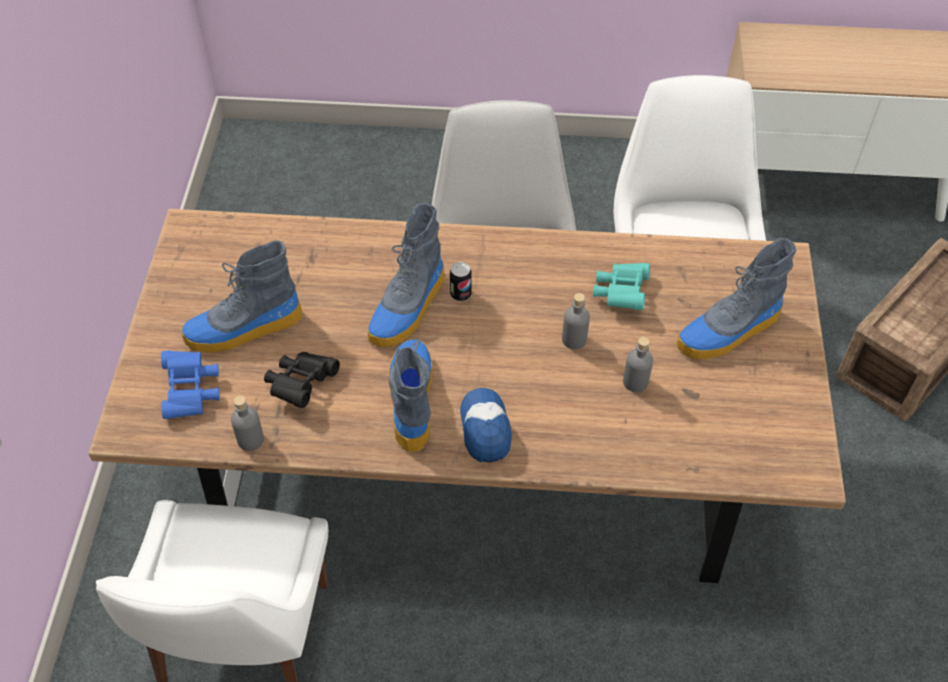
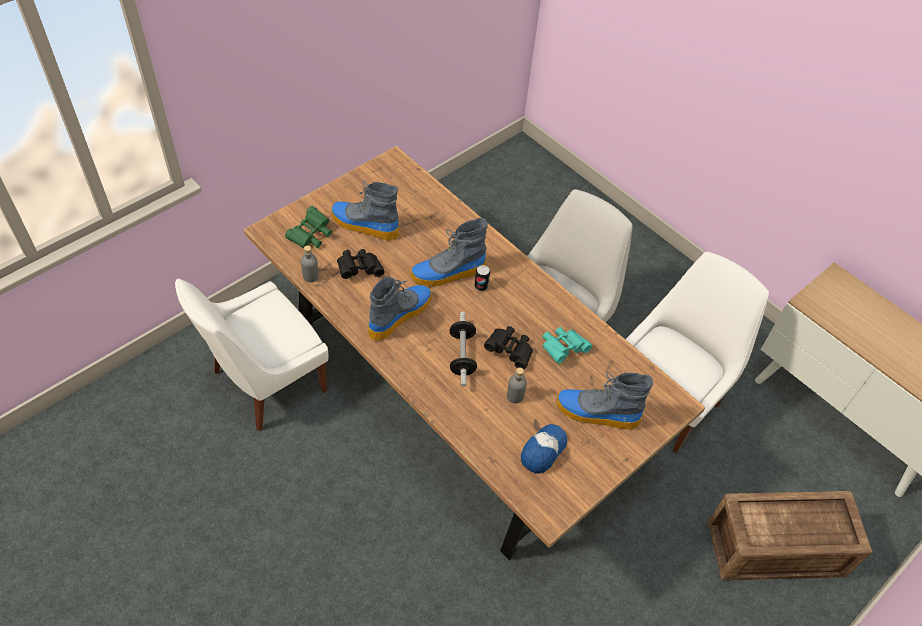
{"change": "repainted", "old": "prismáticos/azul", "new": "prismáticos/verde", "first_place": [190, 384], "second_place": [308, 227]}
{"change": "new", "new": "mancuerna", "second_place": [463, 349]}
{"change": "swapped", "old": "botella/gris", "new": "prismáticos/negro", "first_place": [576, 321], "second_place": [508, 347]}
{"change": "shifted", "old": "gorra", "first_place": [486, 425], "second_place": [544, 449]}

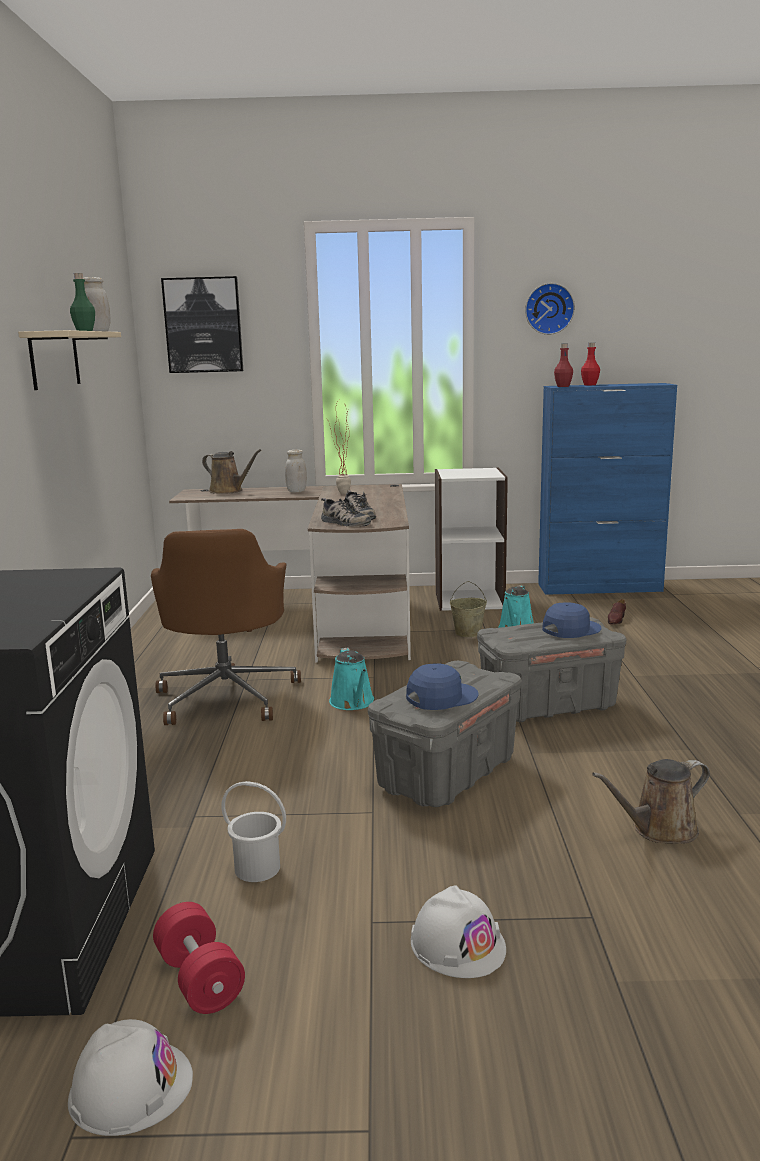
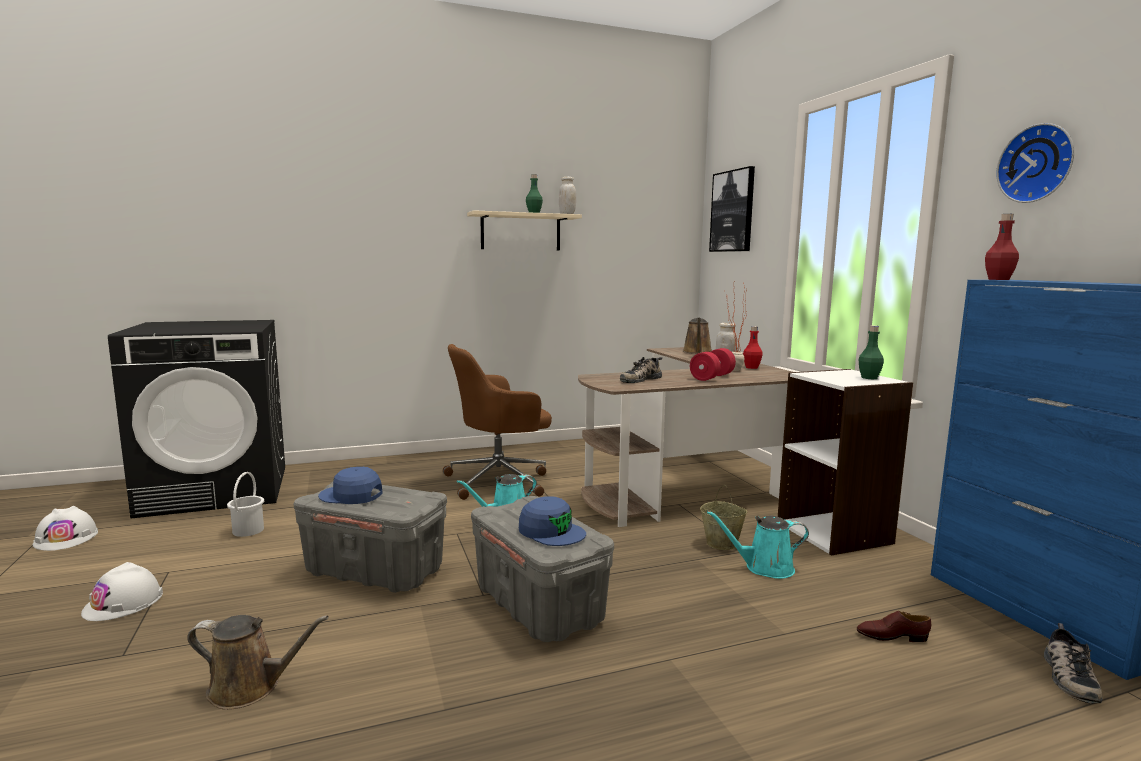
{"change": "rotated", "old": "regadera/marrón", "first_place": [651, 801], "second_place": [258, 662], "degrees": 135}
{"change": "rotated", "old": "gorra/azul", "first_place": [442, 687], "second_place": [350, 485], "degrees": 150}
{"change": "shifted", "old": "mancuerna/rojo", "first_place": [199, 958], "second_place": [713, 364]}
{"change": "shifted", "old": "botella/rojo", "first_place": [590, 364], "second_place": [753, 347]}
{"change": "new", "new": "botella/verde", "second_place": [871, 352]}
{"change": "shifted", "old": "zapato", "first_place": [346, 512], "second_place": [1073, 663]}

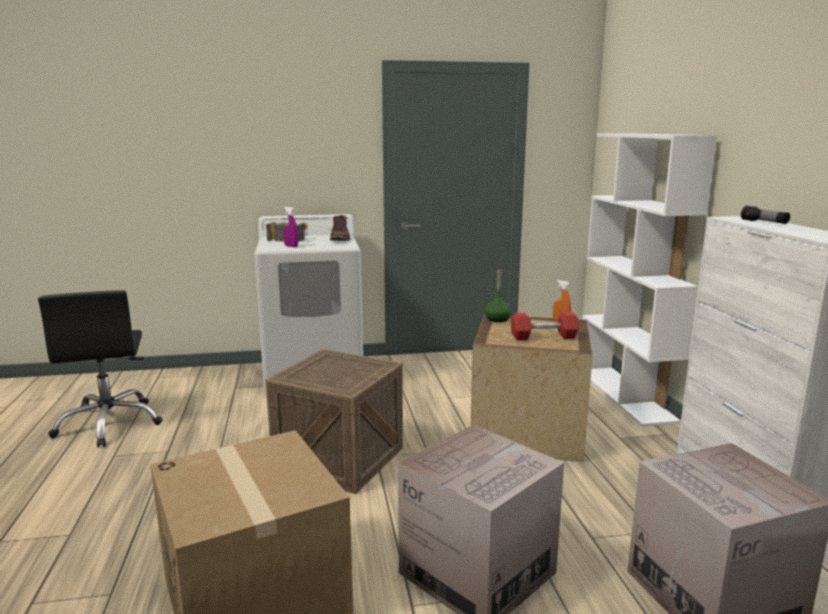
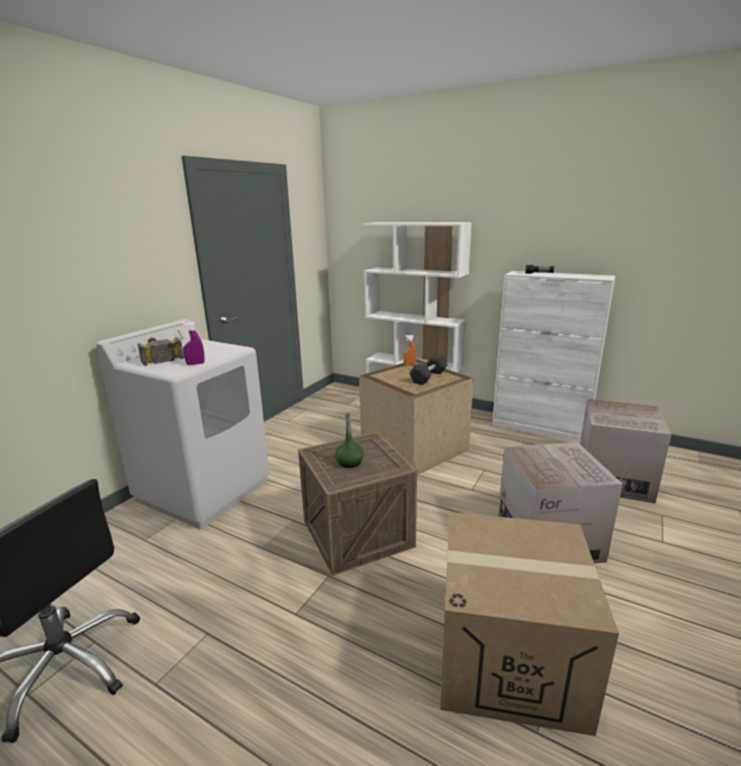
{"change": "shifted", "old": "botella/verde", "first_place": [498, 296], "second_place": [349, 440]}
{"change": "repainted", "old": "mancuerna/rojo", "new": "mancuerna/gris", "first_place": [545, 325], "second_place": [428, 369]}
{"change": "gone", "old": "bota/marrón", "first_place": [340, 228]}

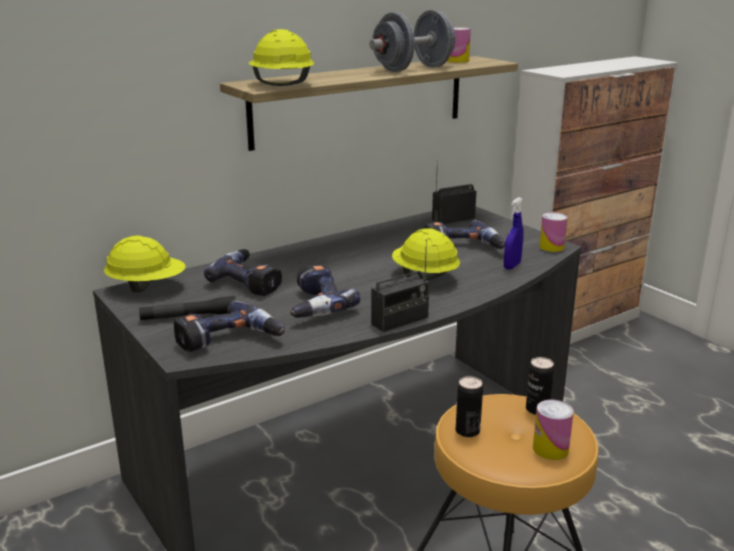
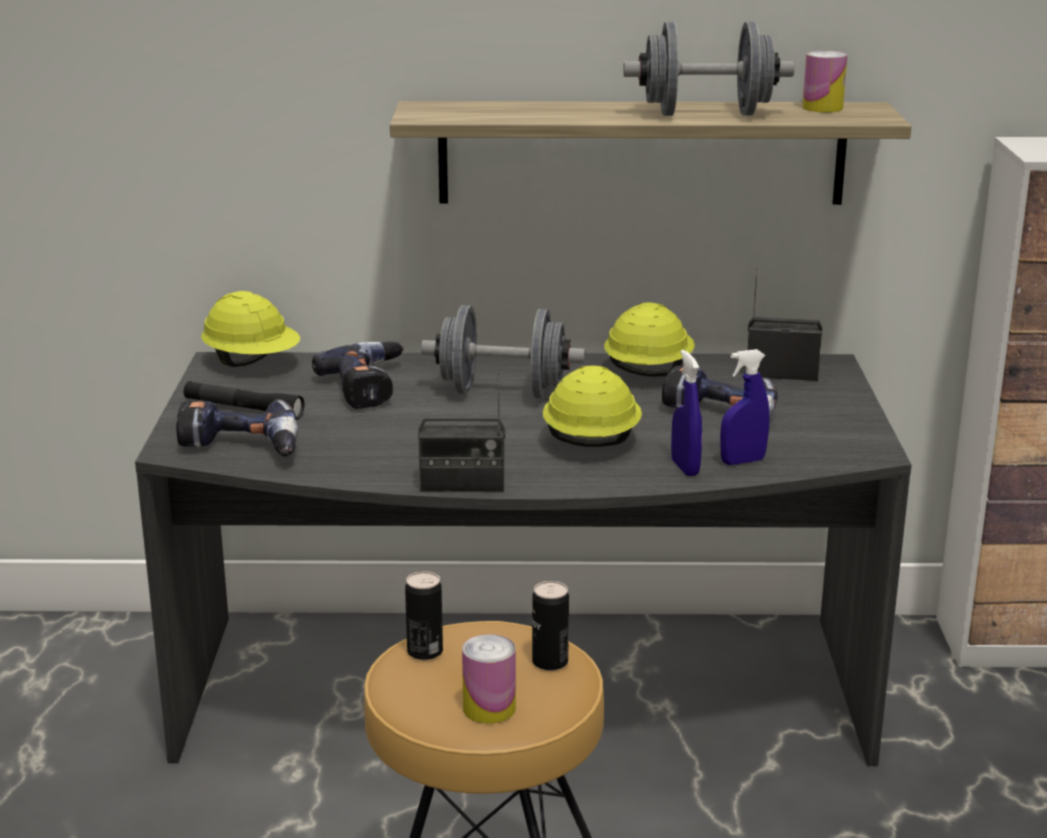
{"change": "new", "new": "mancuerna/gris", "second_place": [503, 351]}
{"change": "shifted", "old": "casco/amarillo", "first_place": [281, 57], "second_place": [649, 339]}
{"change": "new", "new": "pulverizador/azul", "second_place": [686, 413]}
{"change": "gone", "old": "taladro", "first_place": [325, 291]}
{"change": "gone", "old": "lata", "first_place": [553, 232]}

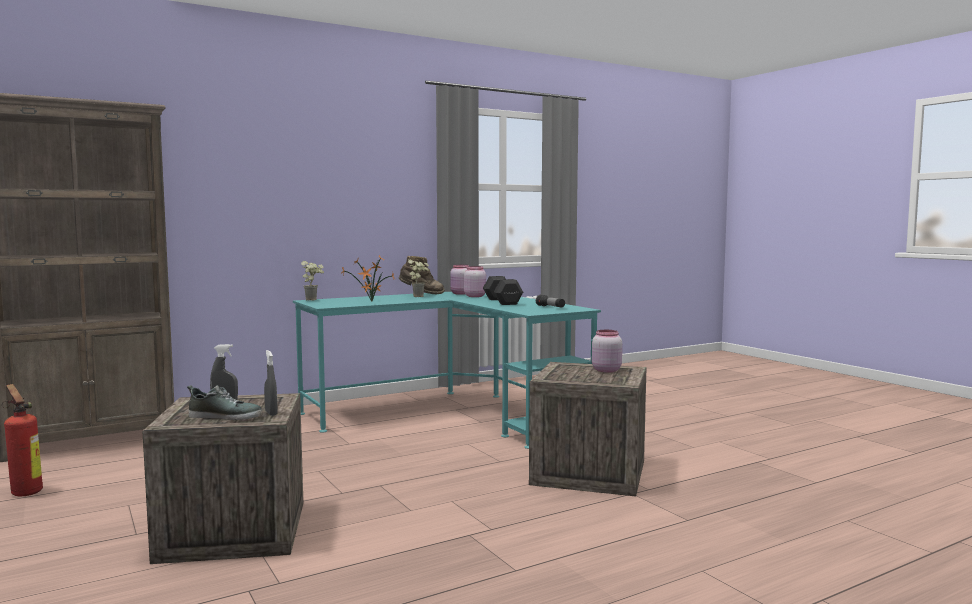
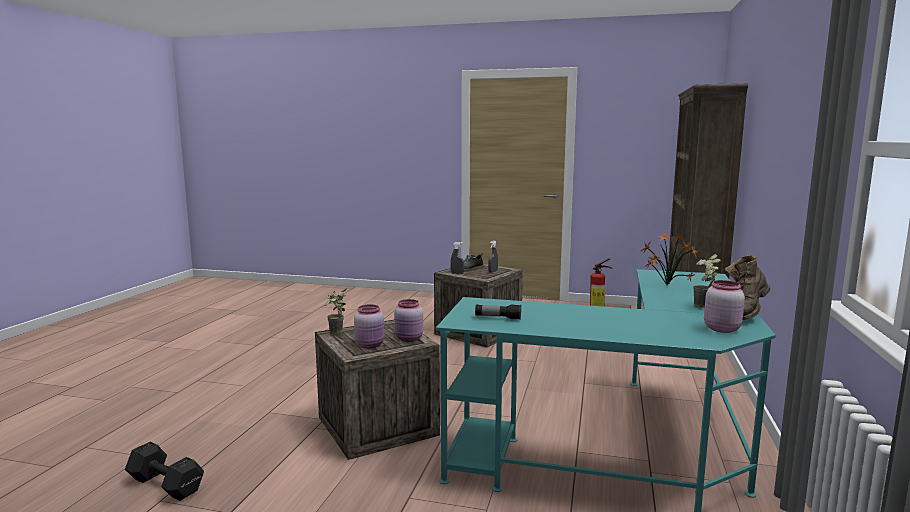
{"change": "shifted", "old": "mancuerna/negro", "first_place": [503, 290], "second_place": [164, 471]}
{"change": "shifted", "old": "planta en maceta", "first_place": [312, 281], "second_place": [336, 311]}
{"change": "shifted", "old": "tarro/rosa", "first_place": [475, 281], "second_place": [408, 320]}

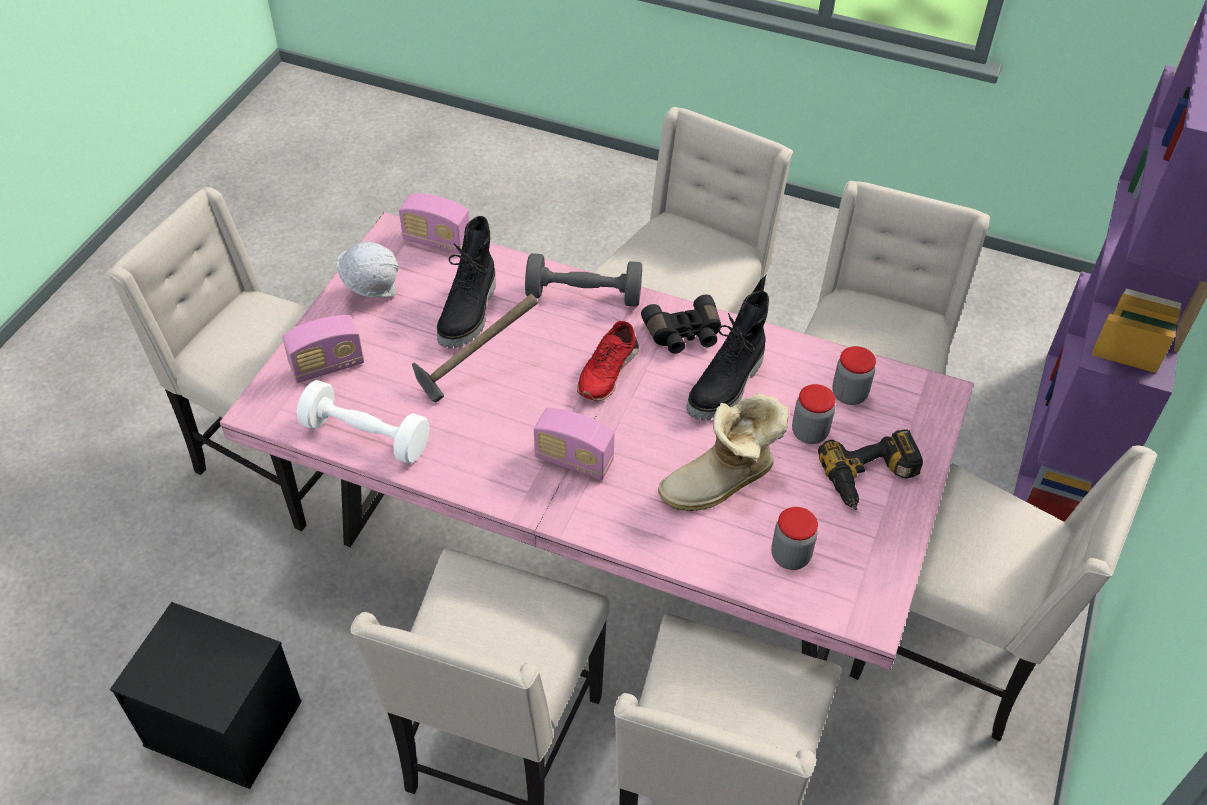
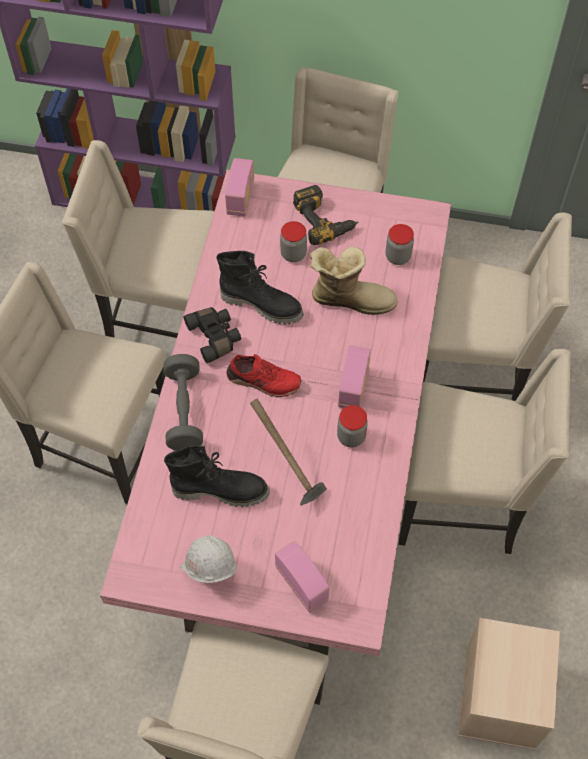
{"change": "shifted", "old": "radio", "first_place": [434, 223], "second_place": [239, 187]}
{"change": "rotated", "old": "bota", "first_place": [723, 452], "second_place": [353, 281], "degrees": -45}
{"change": "shifted", "old": "tarro", "first_place": [854, 375], "second_place": [352, 426]}
{"change": "repainted", "old": "caja de almacenaje/negro", "new": "caja de almacenaje/beis", "first_place": [206, 695], "second_place": [509, 684]}
{"change": "gone", "old": "mancuerna/blanco", "first_place": [363, 422]}

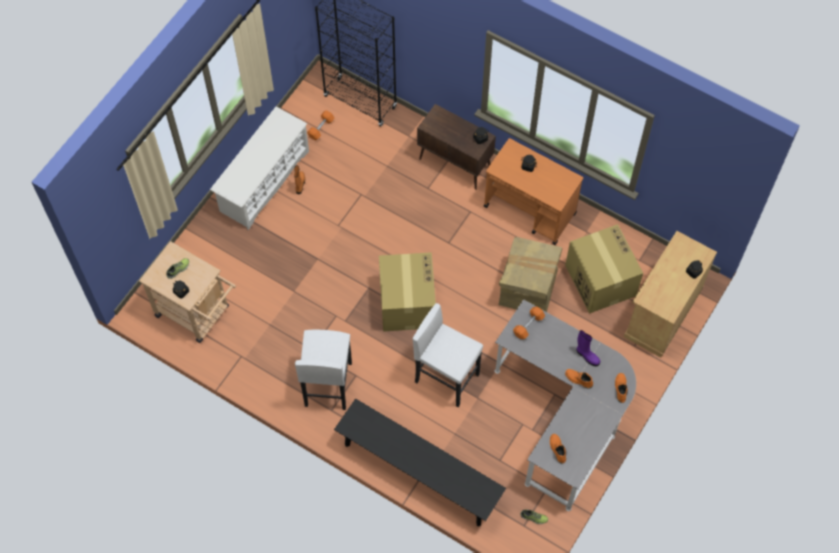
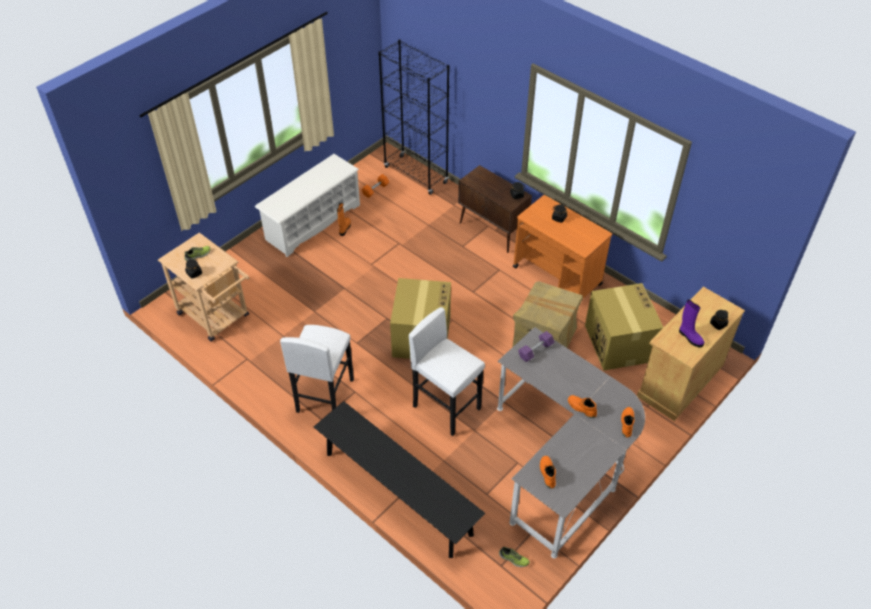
{"change": "repainted", "old": "mancuerna/naranja", "new": "mancuerna/morado", "first_place": [529, 323], "second_place": [536, 346]}
{"change": "shifted", "old": "bota/morado", "first_place": [588, 348], "second_place": [692, 324]}

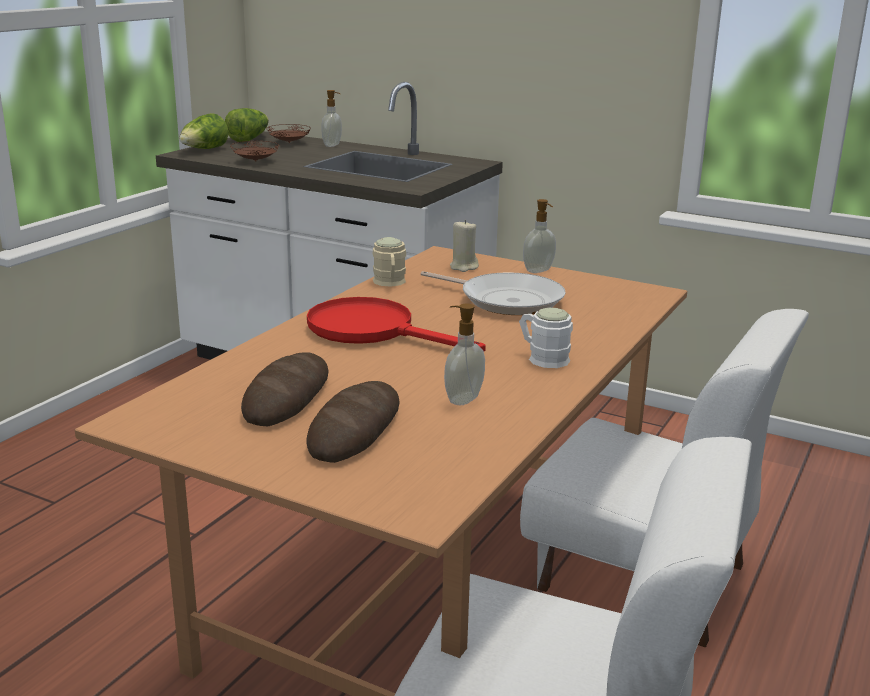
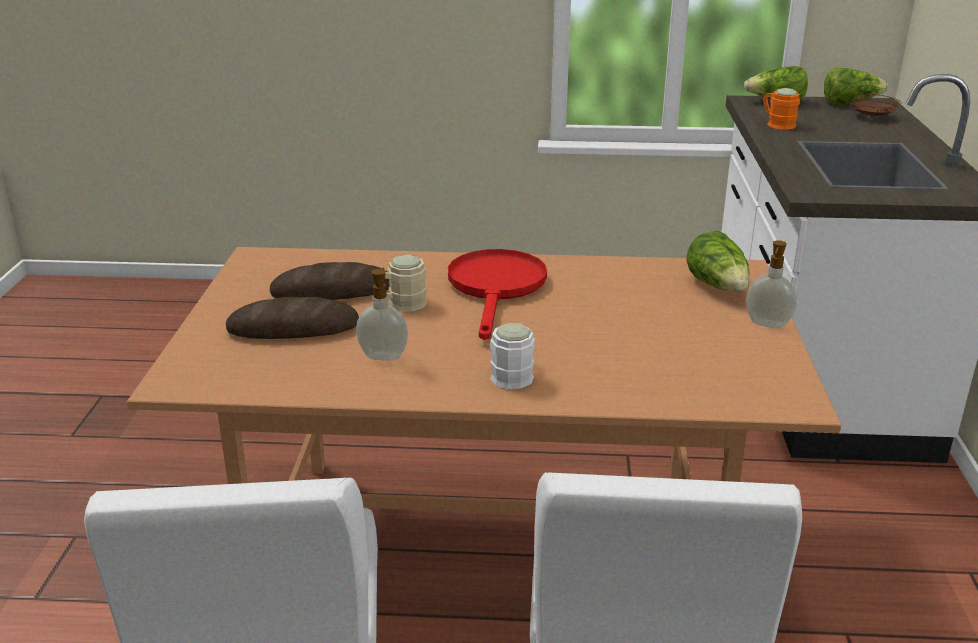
{"change": "shifted", "old": "taza grande/beis", "first_place": [389, 262], "second_place": [406, 282]}
{"change": "swapped", "old": "vela/beis", "new": "lechuga", "first_place": [464, 246], "second_place": [718, 261]}
{"change": "swapped", "old": "plato/marrón", "new": "taza grande/naranja", "first_place": [254, 151], "second_place": [781, 109]}
{"change": "gone", "old": "dispensador de jabón", "first_place": [331, 118]}
{"change": "gone", "old": "sartén", "first_place": [493, 293]}

